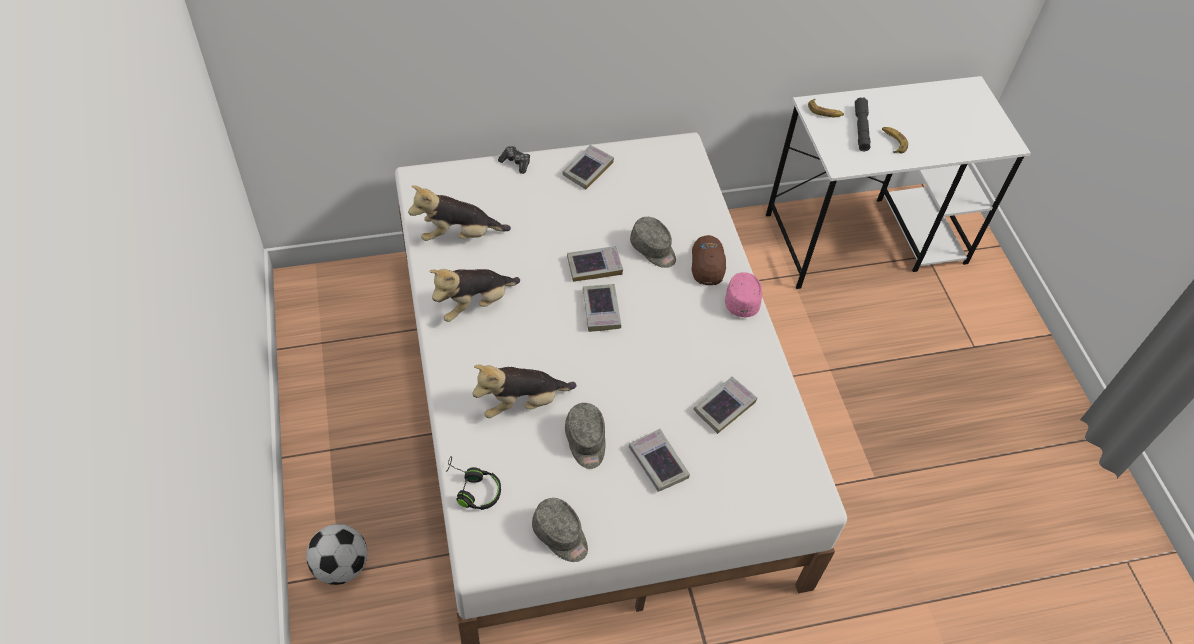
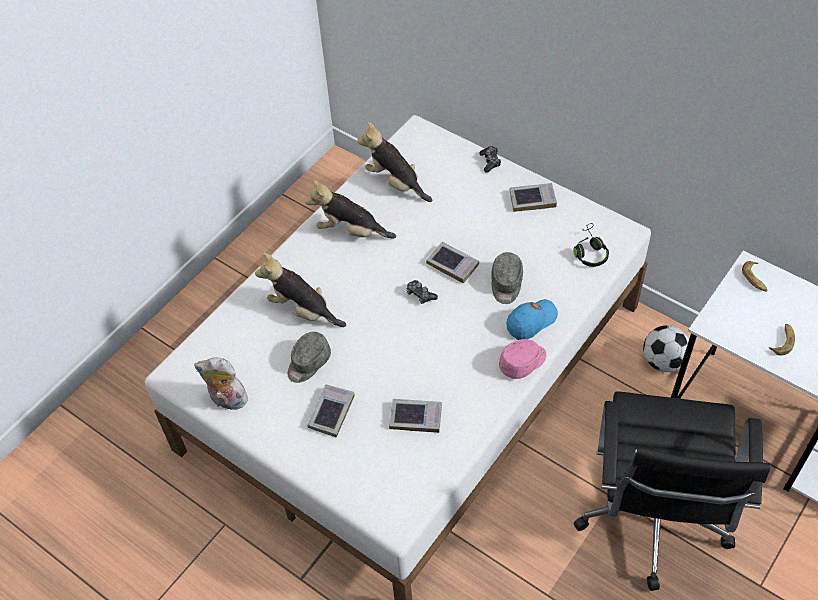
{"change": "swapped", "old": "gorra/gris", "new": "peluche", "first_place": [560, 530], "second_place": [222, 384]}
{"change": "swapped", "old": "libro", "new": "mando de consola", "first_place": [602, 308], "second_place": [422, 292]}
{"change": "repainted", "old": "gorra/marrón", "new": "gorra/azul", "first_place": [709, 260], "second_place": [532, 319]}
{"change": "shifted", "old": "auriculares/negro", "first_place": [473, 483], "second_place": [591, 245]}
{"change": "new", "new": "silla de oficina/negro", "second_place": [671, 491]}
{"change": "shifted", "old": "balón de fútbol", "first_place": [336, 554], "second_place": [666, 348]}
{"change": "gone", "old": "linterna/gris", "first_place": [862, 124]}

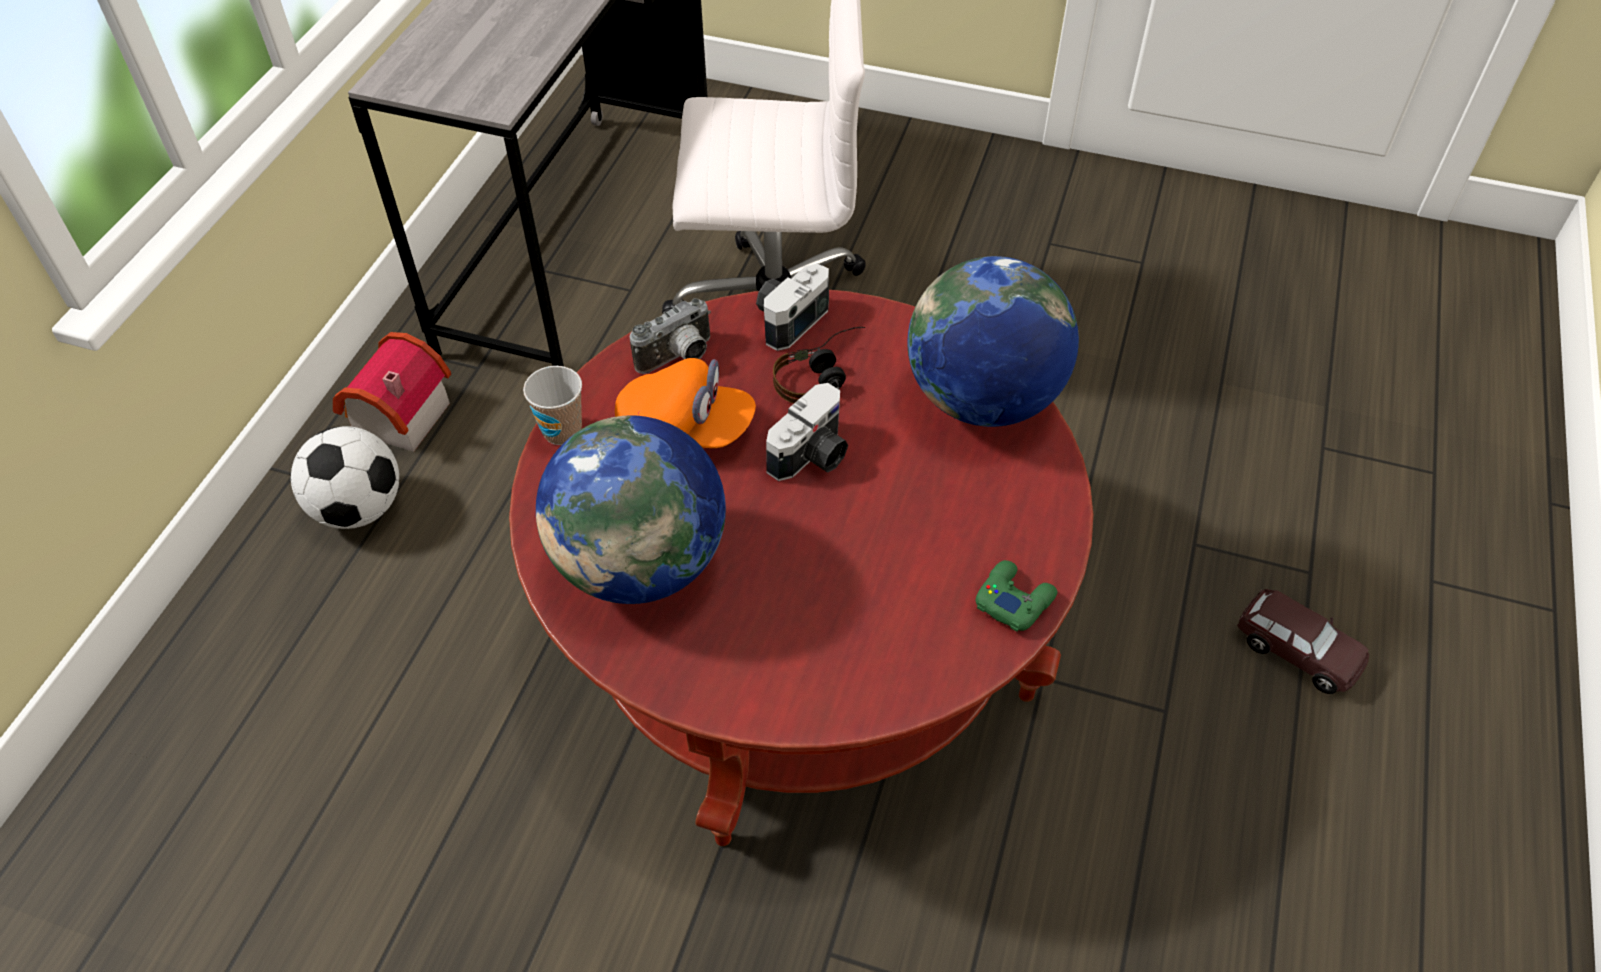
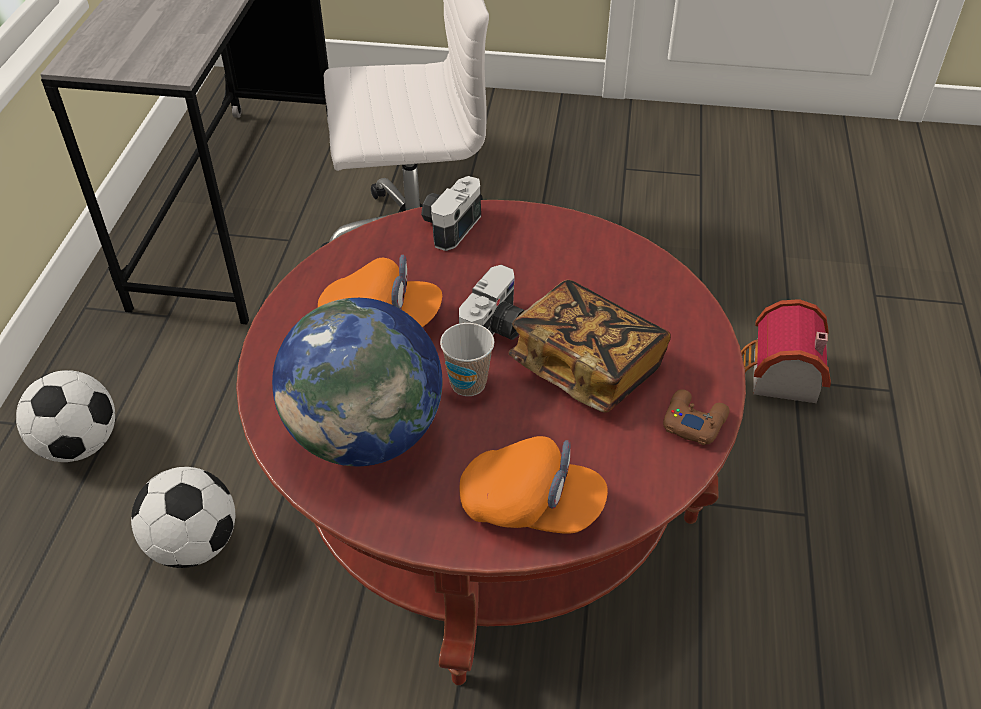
{"change": "new", "new": "balón de fútbol", "second_place": [183, 517]}
{"change": "shifted", "old": "taza", "first_place": [552, 405], "second_place": [467, 359]}
{"change": "new", "new": "gorra/naranja", "second_place": [534, 485]}
{"change": "new", "new": "libro", "second_place": [589, 346]}
{"change": "repainted", "old": "mando de consola/verde", "new": "mando de consola/marrón", "first_place": [1016, 596], "second_place": [696, 417]}
{"change": "shifted", "old": "casita", "first_place": [392, 392], "second_place": [786, 351]}
{"change": "gone", "old": "cámara", "first_place": [670, 336]}
{"change": "gone", "old": "auriculares", "first_place": [819, 365]}
{"change": "gone", "old": "globo terráqueo", "first_place": [993, 341]}
{"change": "gone", "old": "coche de juguete/marrón", "first_place": [1303, 641]}

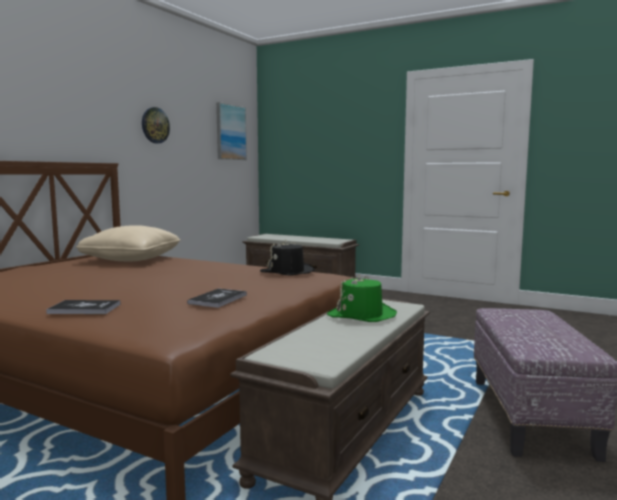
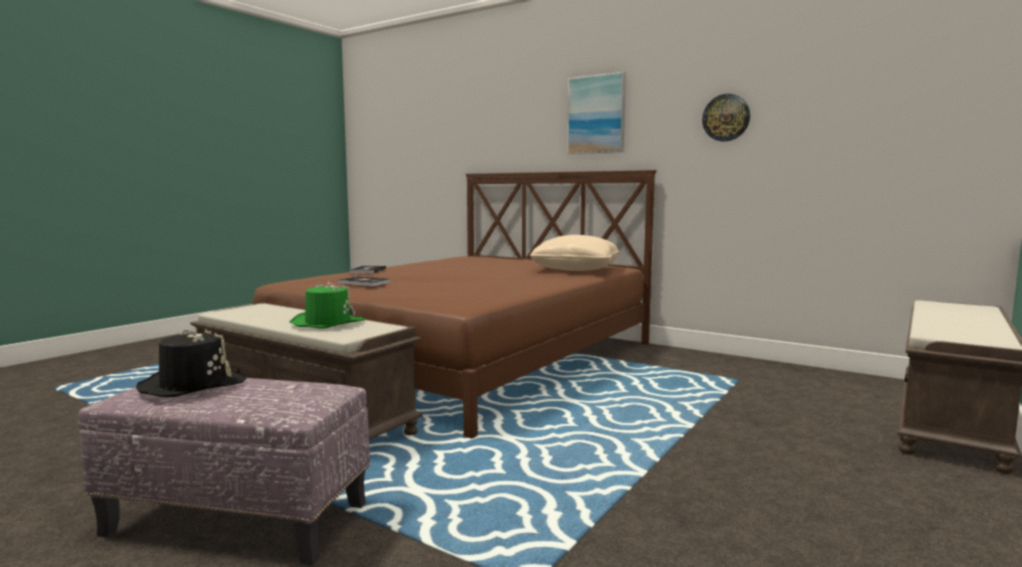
{"change": "shifted", "old": "sombrero/negro", "first_place": [287, 257], "second_place": [191, 362]}
{"change": "shifted", "old": "cuadro", "first_place": [231, 131], "second_place": [596, 113]}

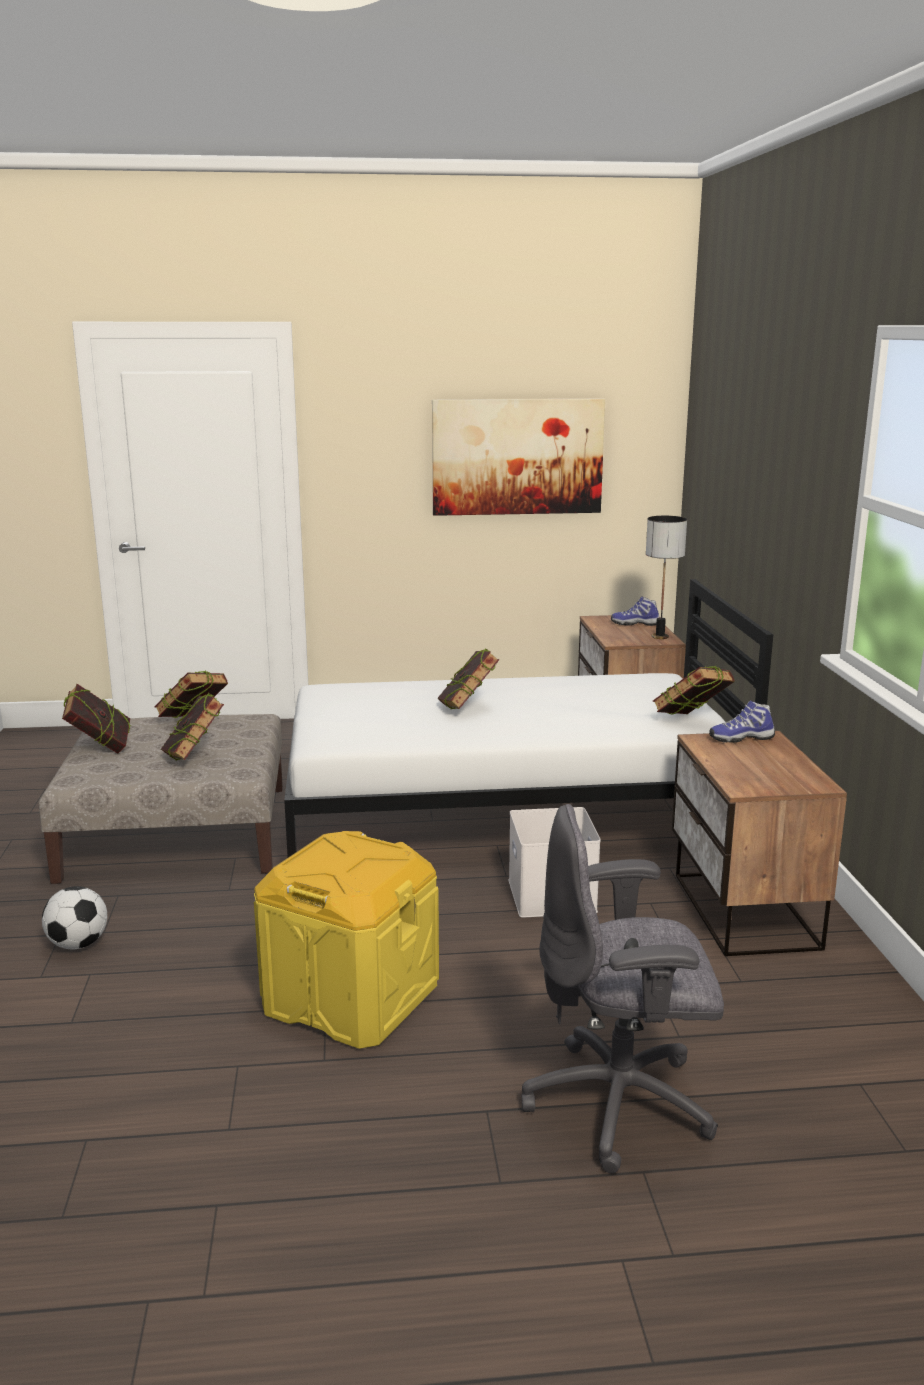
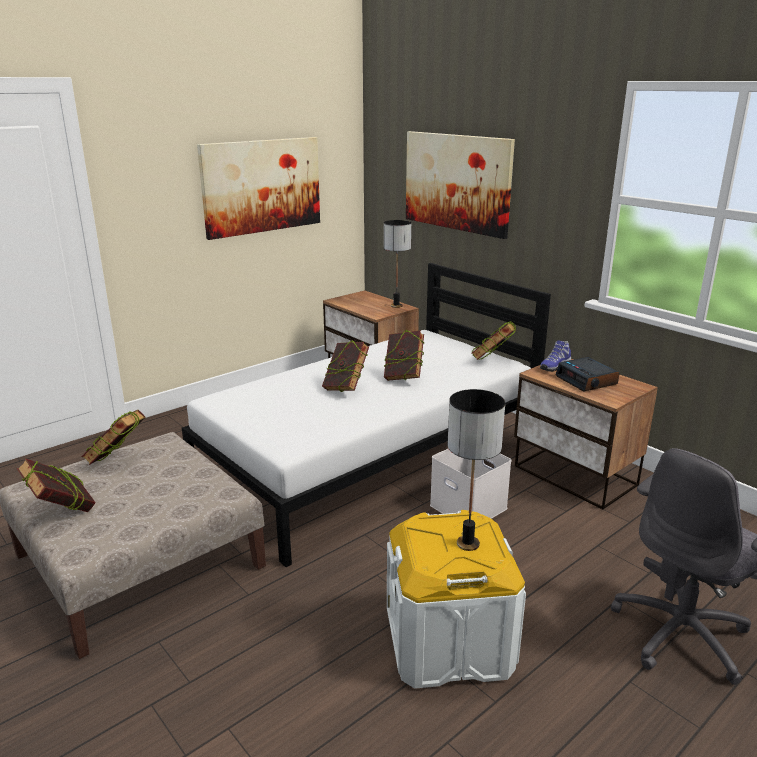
{"change": "shifted", "old": "libro", "first_place": [192, 726], "second_place": [404, 355]}
{"change": "repainted", "old": "caja de almacenaje/amarillo", "new": "caja de almacenaje/blanco", "first_place": [346, 940], "second_place": [456, 599]}
{"change": "new", "new": "cuadro", "second_place": [460, 185]}
{"change": "new", "new": "lámpara de mesa", "second_place": [476, 470]}
{"change": "new", "new": "despertador", "second_place": [587, 374]}
{"change": "gone", "old": "balón de fútbol", "first_place": [74, 918]}
{"change": "gone", "old": "zapato", "first_place": [635, 611]}

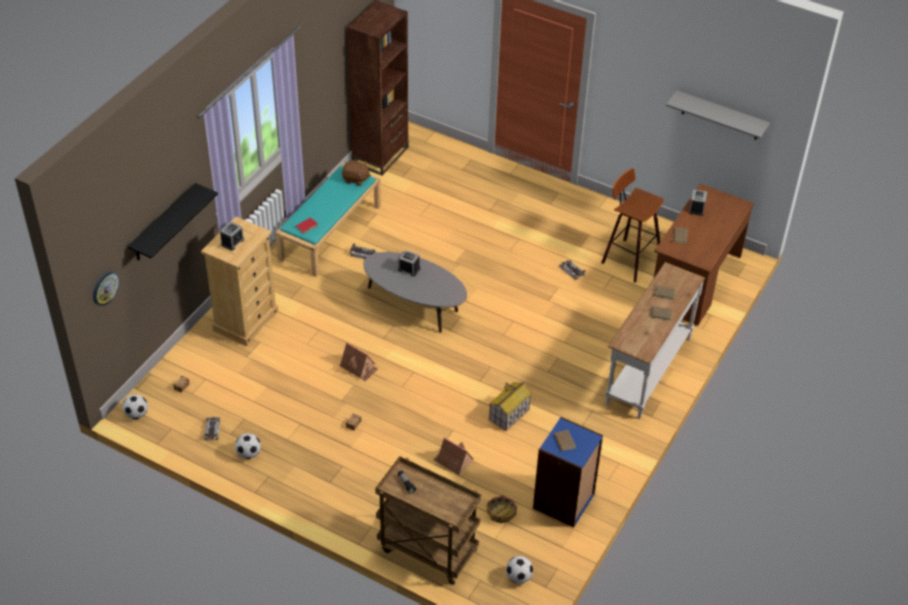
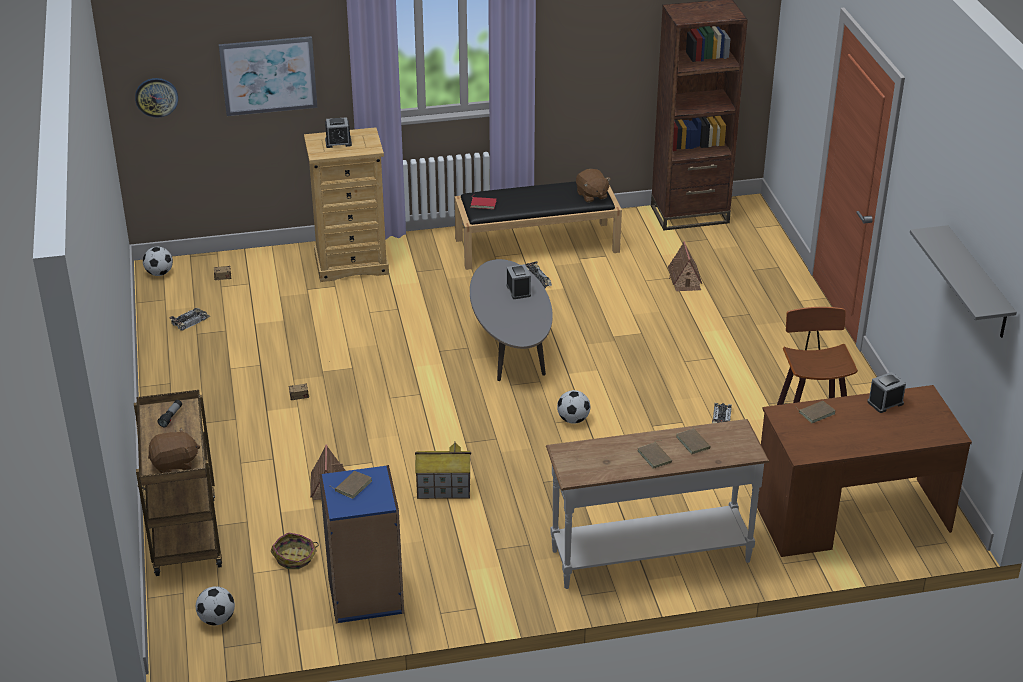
{"change": "new", "new": "peluche/marrón", "second_place": [174, 450]}
{"change": "swapped", "old": "estante/negro", "new": "cuadro", "first_place": [172, 222], "second_place": [268, 76]}
{"change": "repainted", "old": "banco/turquesa", "new": "banco/negro", "first_place": [328, 220], "second_place": [538, 225]}
{"change": "shifted", "old": "balón de fútbol", "first_place": [248, 446], "second_place": [573, 407]}
{"change": "shifted", "old": "casita", "first_place": [359, 361], "second_place": [685, 266]}

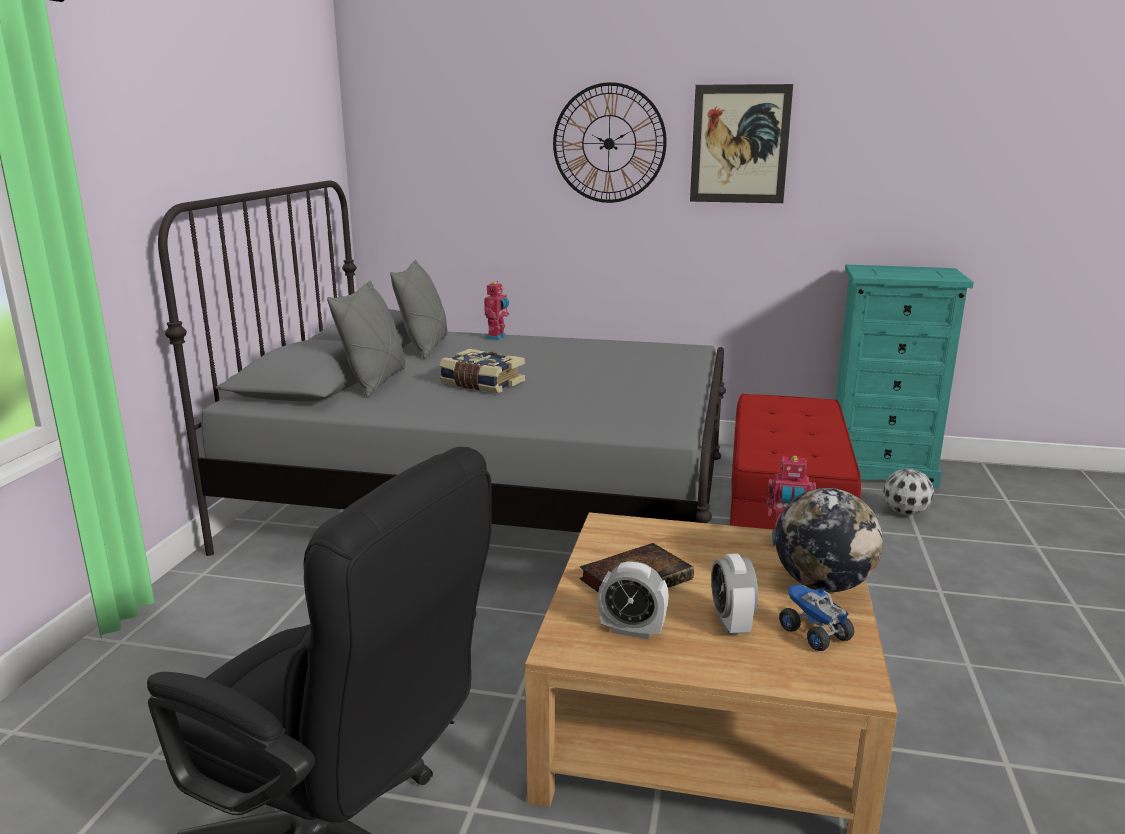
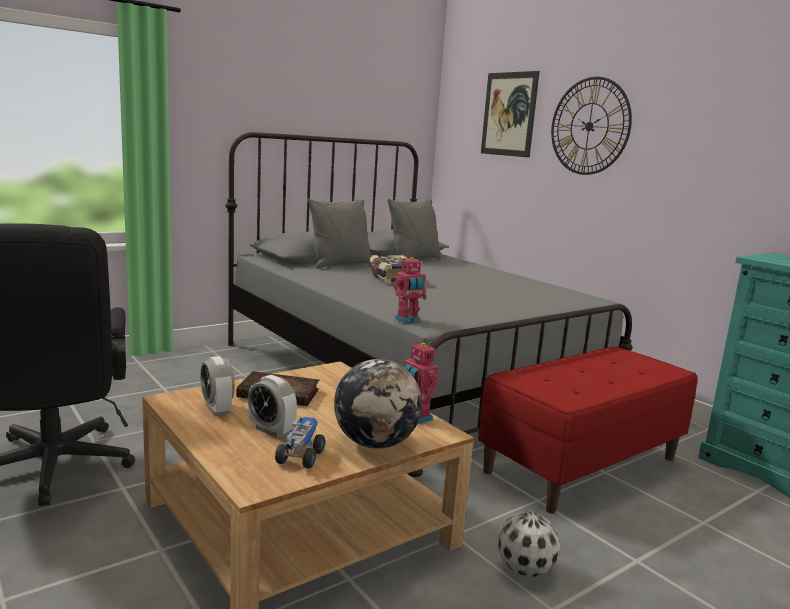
{"change": "rotated", "old": "despertador", "first_place": [734, 594], "second_place": [272, 406], "degrees": -90}
{"change": "shifted", "old": "robot de juguete", "first_place": [496, 310], "second_place": [410, 290]}
{"change": "shifted", "old": "cuadro", "first_place": [741, 143], "second_place": [510, 114]}
{"change": "shifted", "old": "balón de fútbol", "first_place": [908, 491], "second_place": [529, 544]}

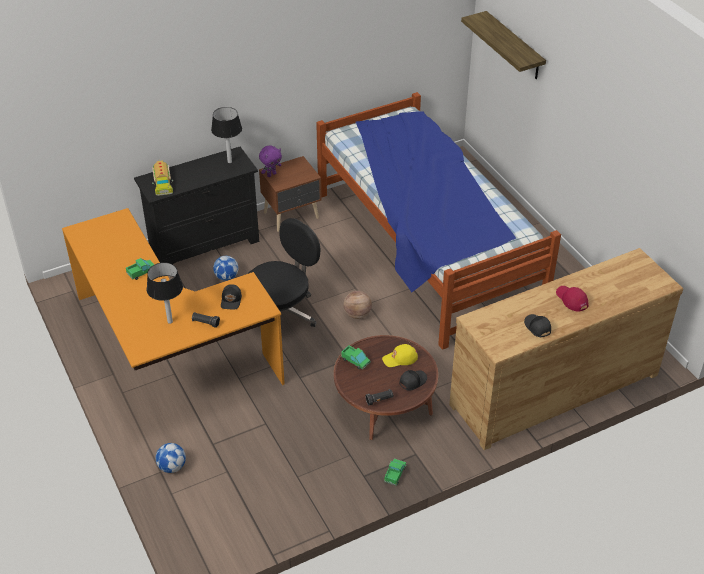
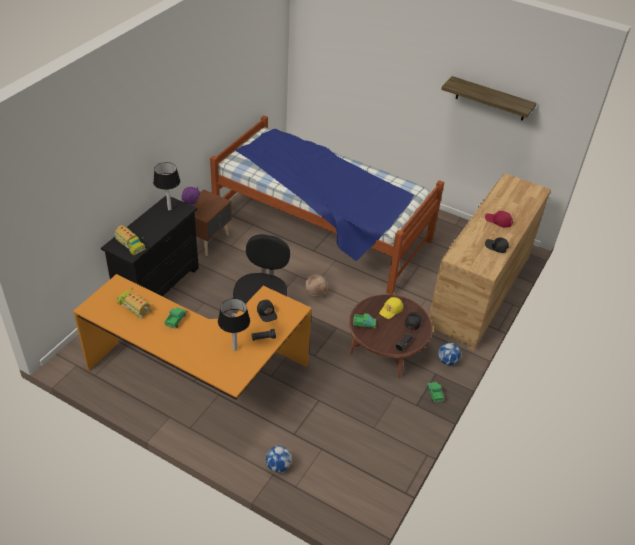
{"change": "new", "new": "camión de juguete", "second_place": [134, 303]}
{"change": "shifted", "old": "balón de fútbol", "first_place": [226, 268], "second_place": [449, 354]}
{"change": "shifted", "old": "estante", "first_place": [503, 45], "second_place": [488, 98]}

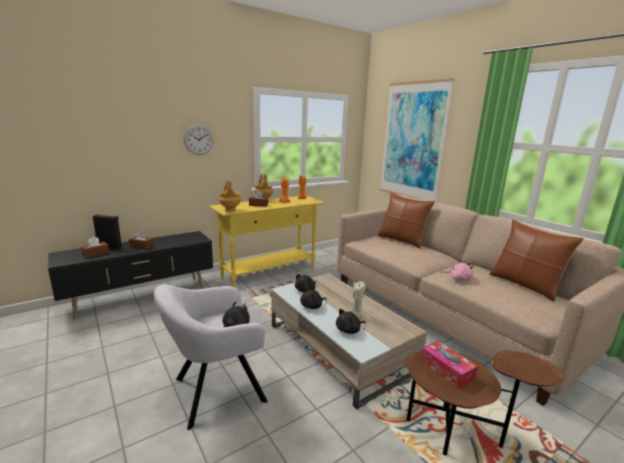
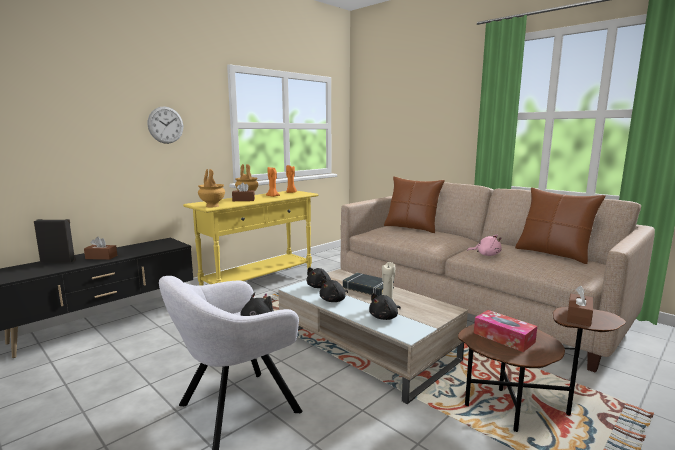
{"change": "new", "new": "libro/negro", "second_place": [368, 284]}
{"change": "shifted", "old": "caja de pañuelos/marrón", "first_place": [95, 247], "second_place": [580, 306]}
{"change": "gone", "old": "cuadro", "first_place": [417, 139]}

